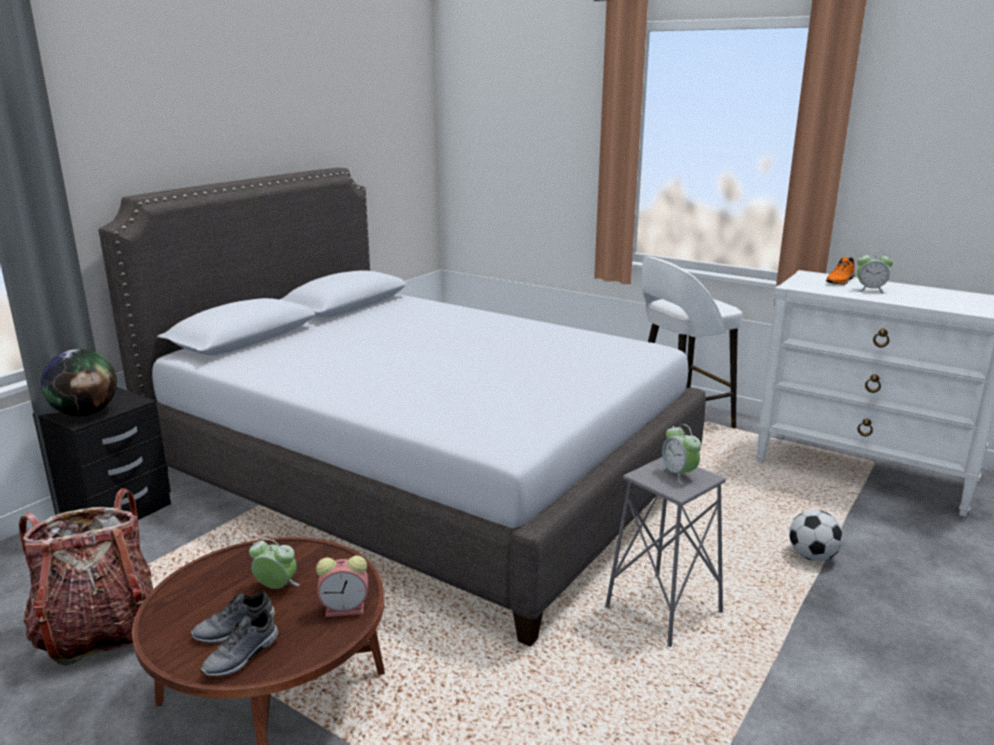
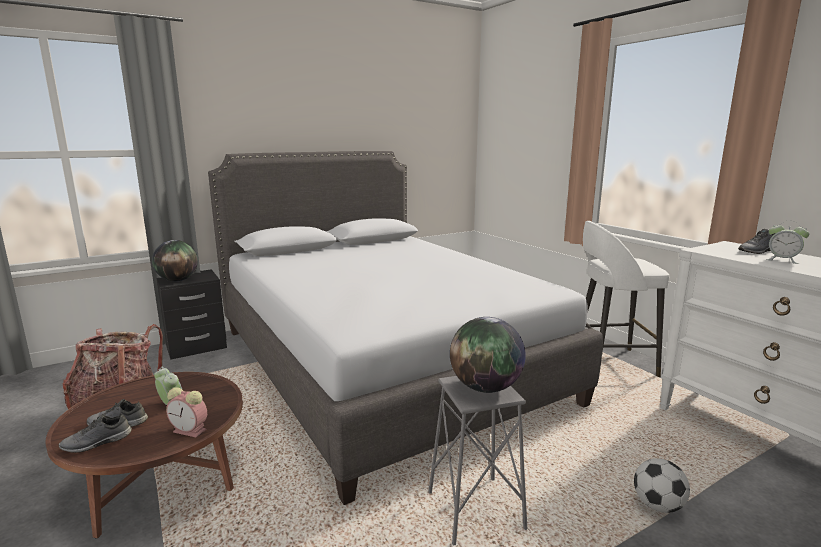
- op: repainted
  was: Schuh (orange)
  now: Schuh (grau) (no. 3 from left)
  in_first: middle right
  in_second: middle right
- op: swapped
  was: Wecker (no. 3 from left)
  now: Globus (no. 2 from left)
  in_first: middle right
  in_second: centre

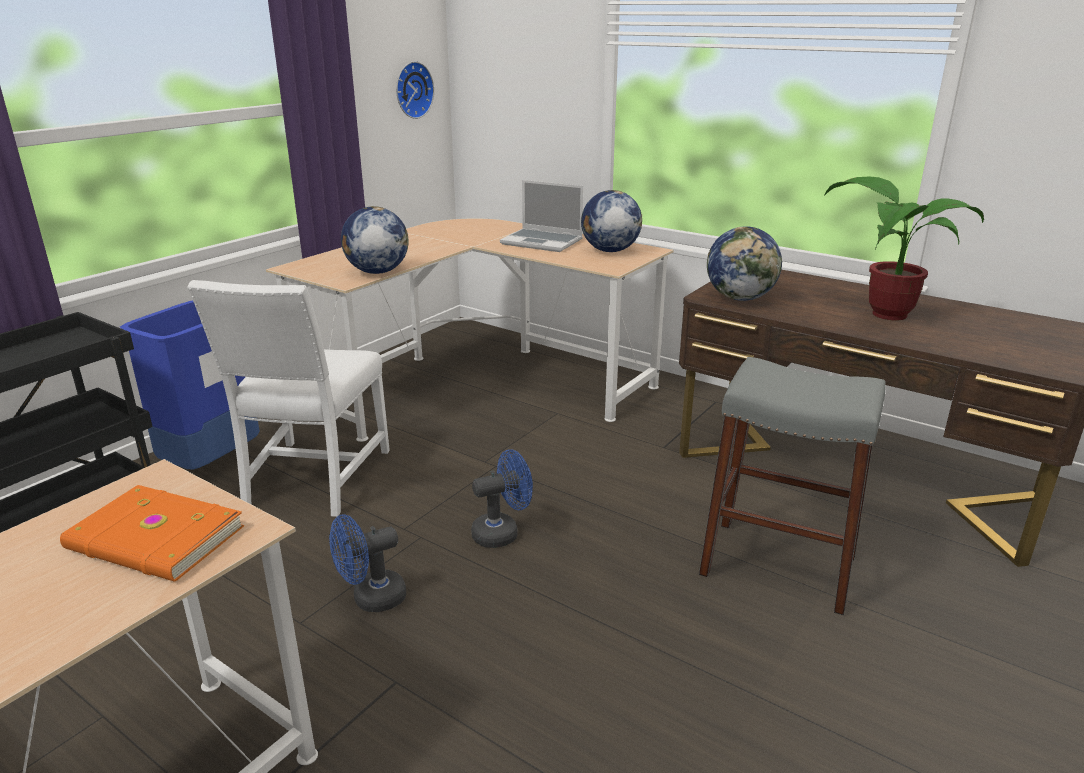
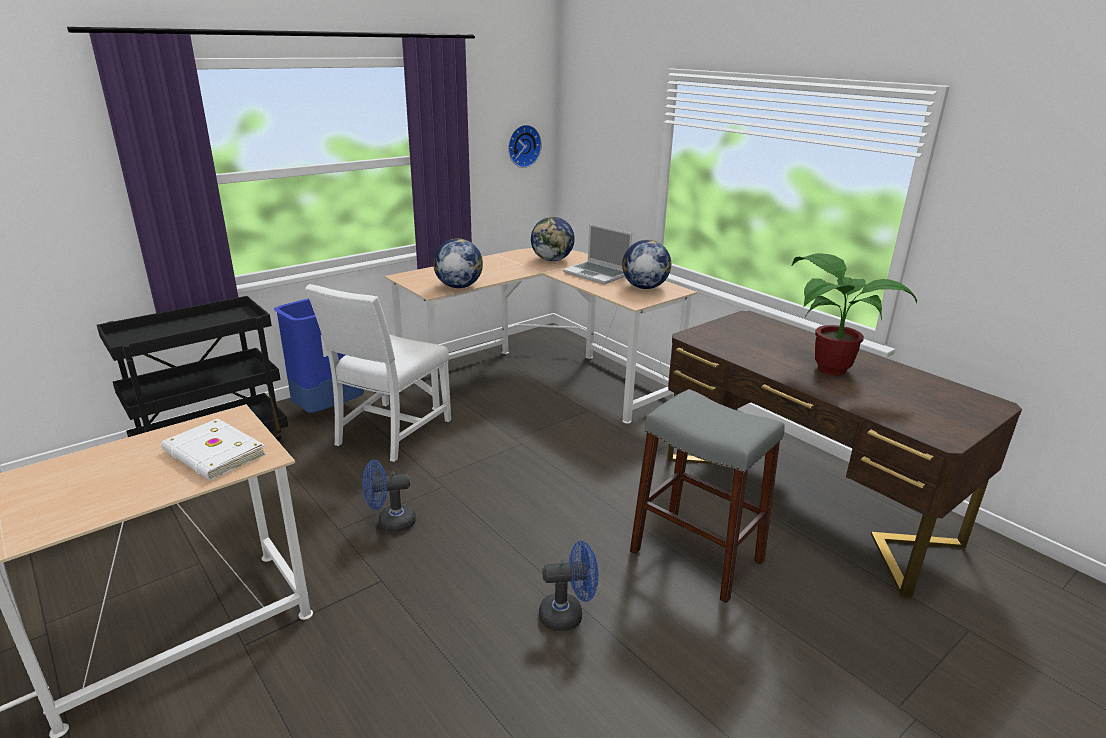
- op: shifted
  was: Globus (no. 3 from left in the first image)
  now: Globus (no. 2 from left)
  in_first: middle right
  in_second: top centre
- op: shifted
  was: Ventilator (blau) (no. 2 from left)
  in_first: centre
  in_second: bottom centre
- op: repainted
  was: Buch (orange)
  now: Buch (weiß)
  in_first: bottom left
  in_second: middle left

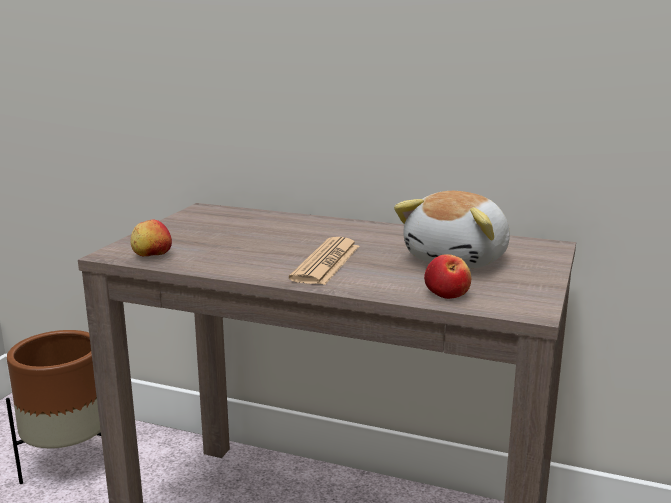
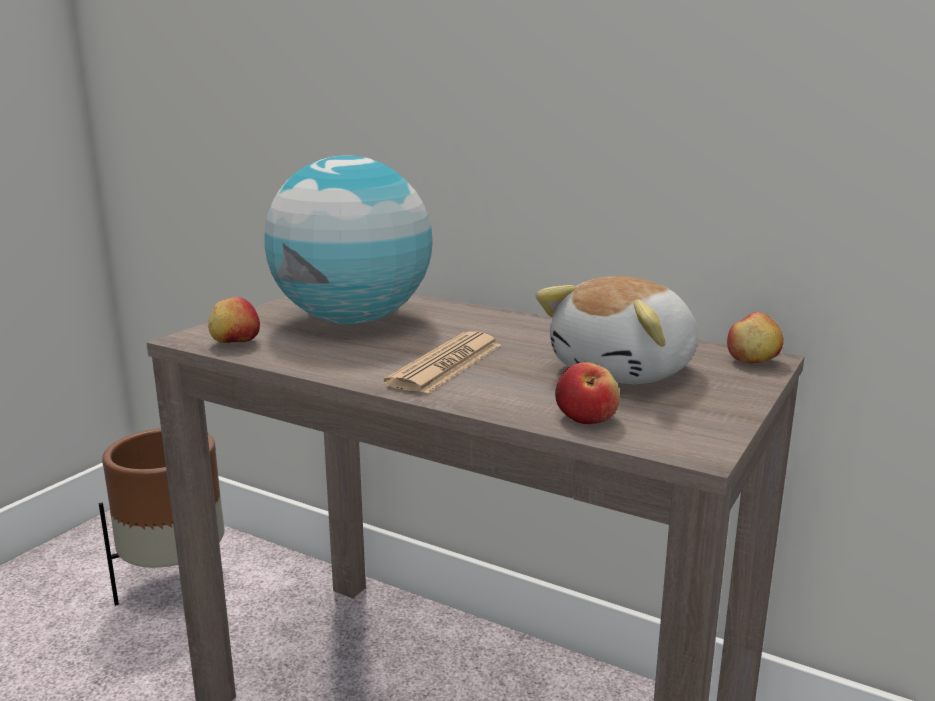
- op: new
  now: Globus
  in_second: centre
- op: new
  now: Apfel (no. 3 from left)
  in_second: middle right

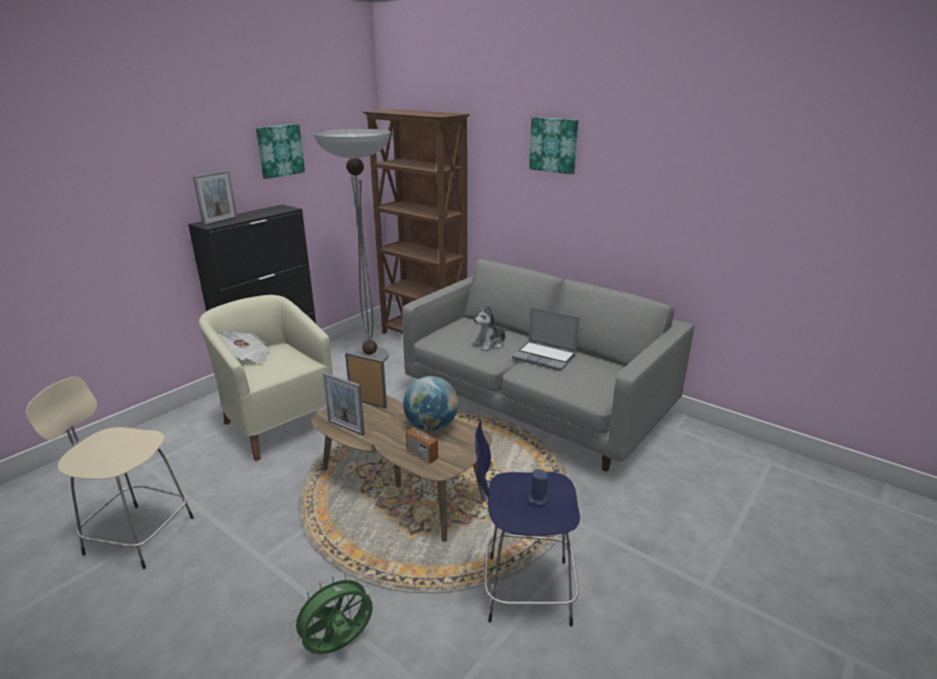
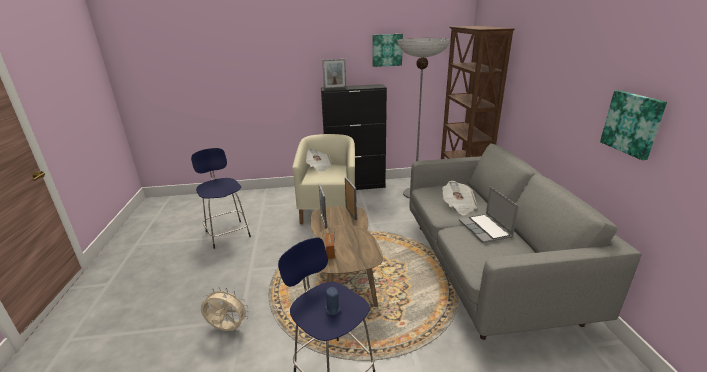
- op: shifted
  was: Bild (no. 2 from left)
  in_first: top centre
  in_second: middle right
- op: swapped
  was: Plüschtier
  now: Zeitung (no. 2 from left)
  in_first: centre
  in_second: centre
- op: gone
  was: Globus
  in_first: centre
- op: repainted
  was: Hocker (beige)
  now: Hocker (blau) (no. 1 from left)
  in_first: bottom left
  in_second: middle left
- op: repainted
  was: Ventilator (grün)
  now: Ventilator (beige)
  in_first: bottom centre
  in_second: bottom left

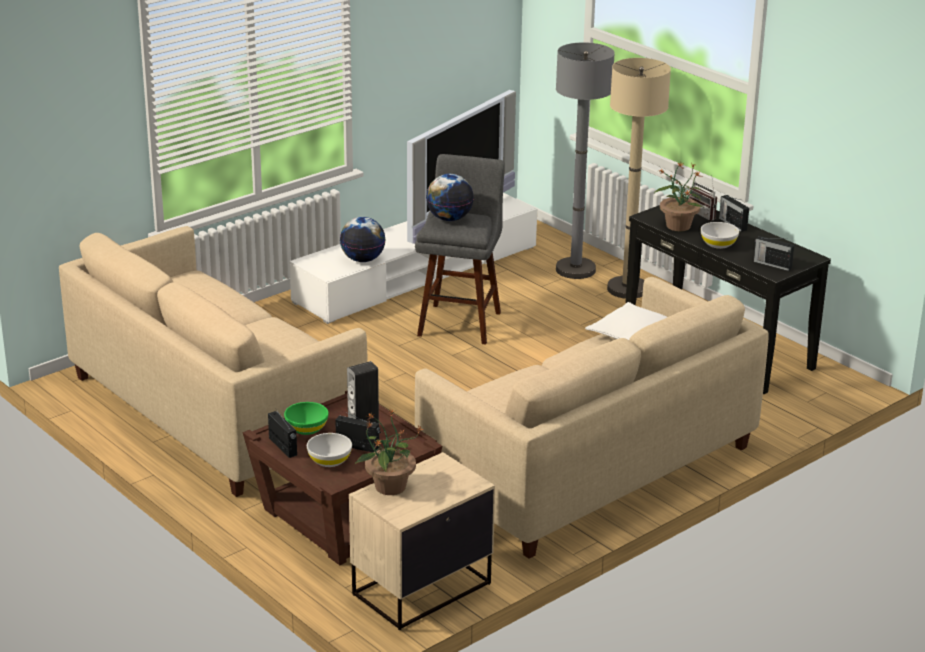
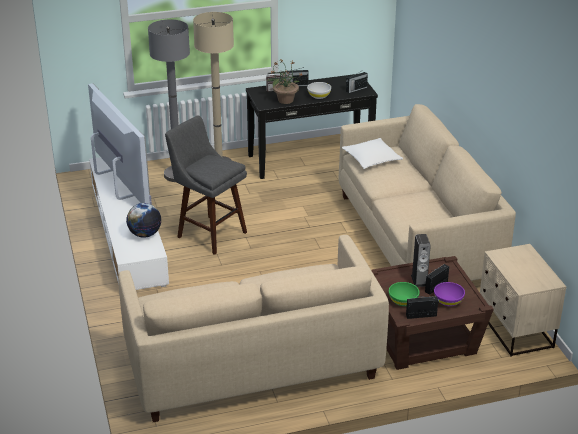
- op: gone
  was: Globus (no. 2 from left)
  in_first: top centre
- op: gone
  was: Topfpflanze (no. 1 from left)
  in_first: bottom centre
- op: repainted
  was: Schüssel (weiß) (no. 1 from left)
  now: Schüssel (lila)
  in_first: bottom centre
  in_second: bottom right

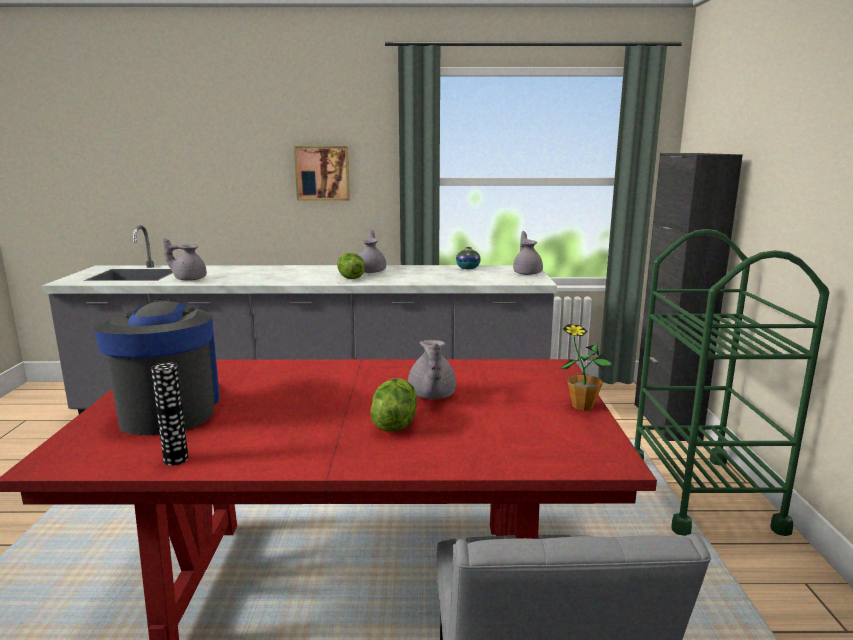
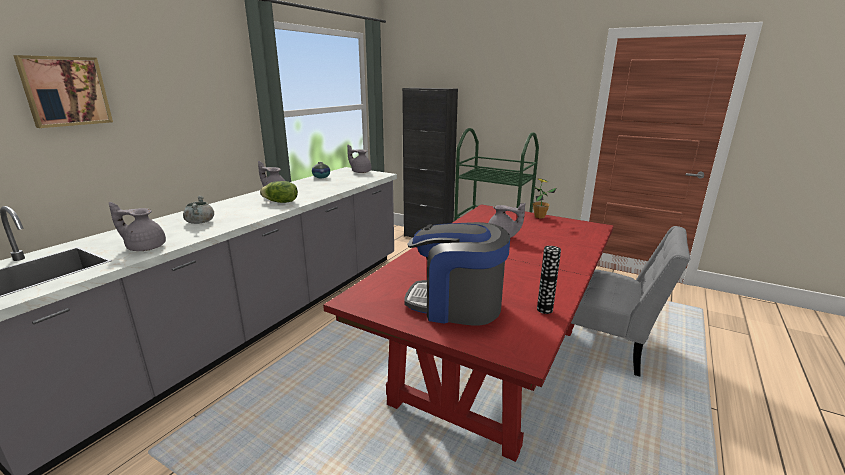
- op: shifted
  was: Bild
  in_first: top centre
  in_second: top left
- op: rotated
  was: Teekanne (grau) (no. 1 from left)
  in_first: middle left
  in_second: middle left
  clockwise: 60
- op: gone
  was: Salatkopf (no. 2 from left)
  in_first: centre
- op: new
  now: Kochtopf (grau)
  in_second: middle left

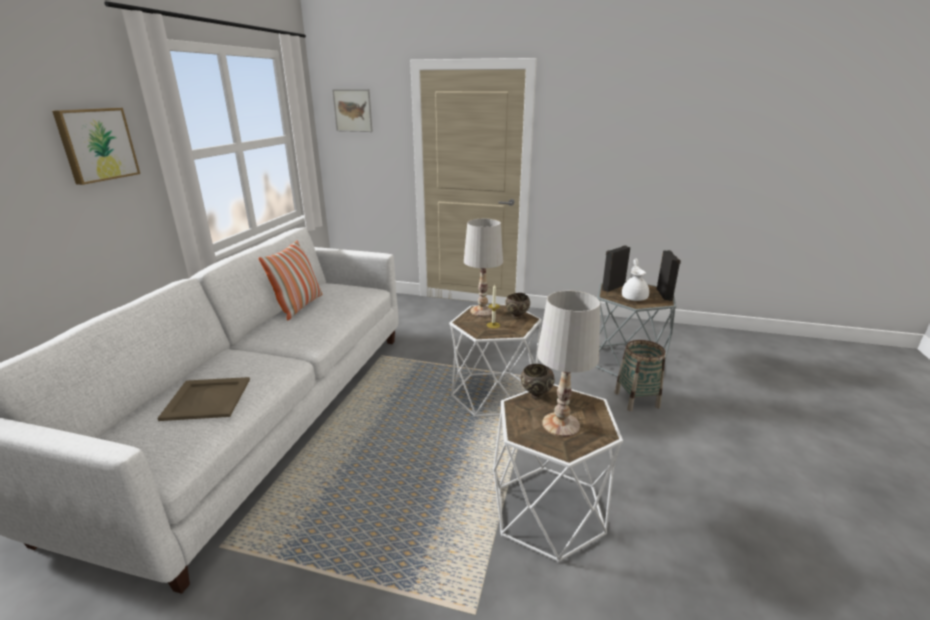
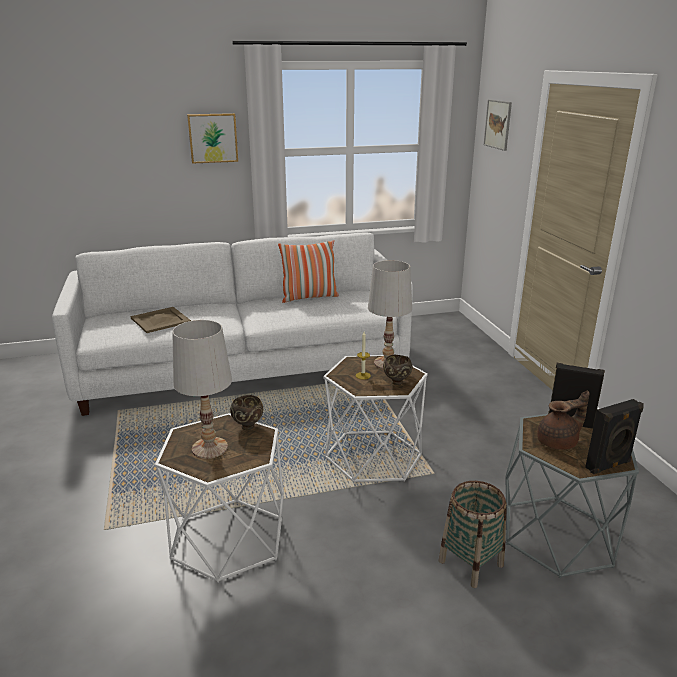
- op: repainted
  was: Teekanne (weiß)
  now: Teekanne (braun)
  in_first: middle right
  in_second: middle right

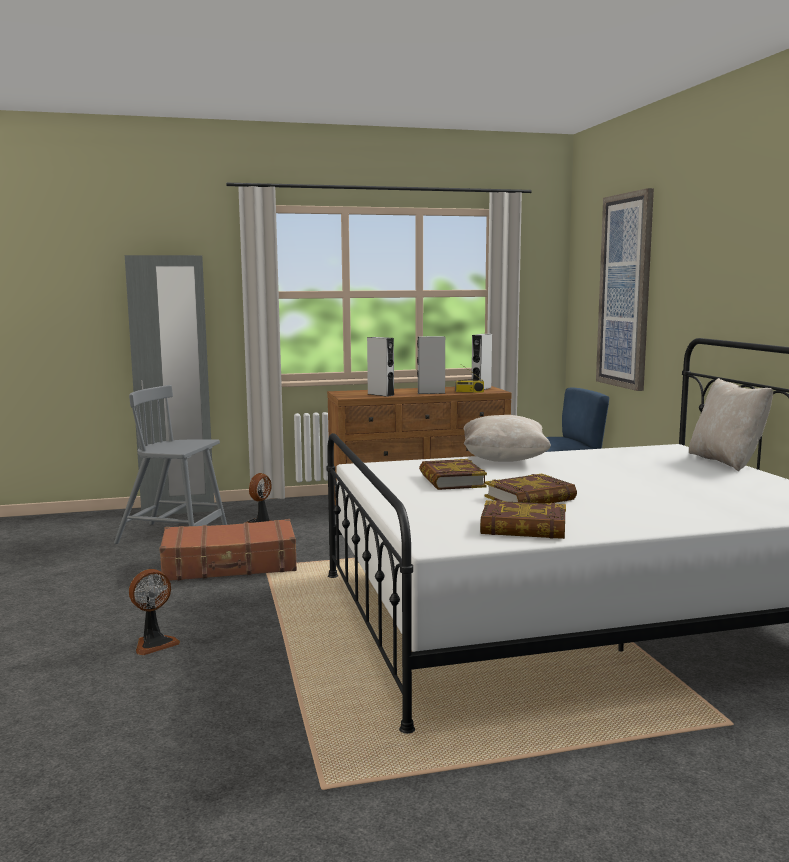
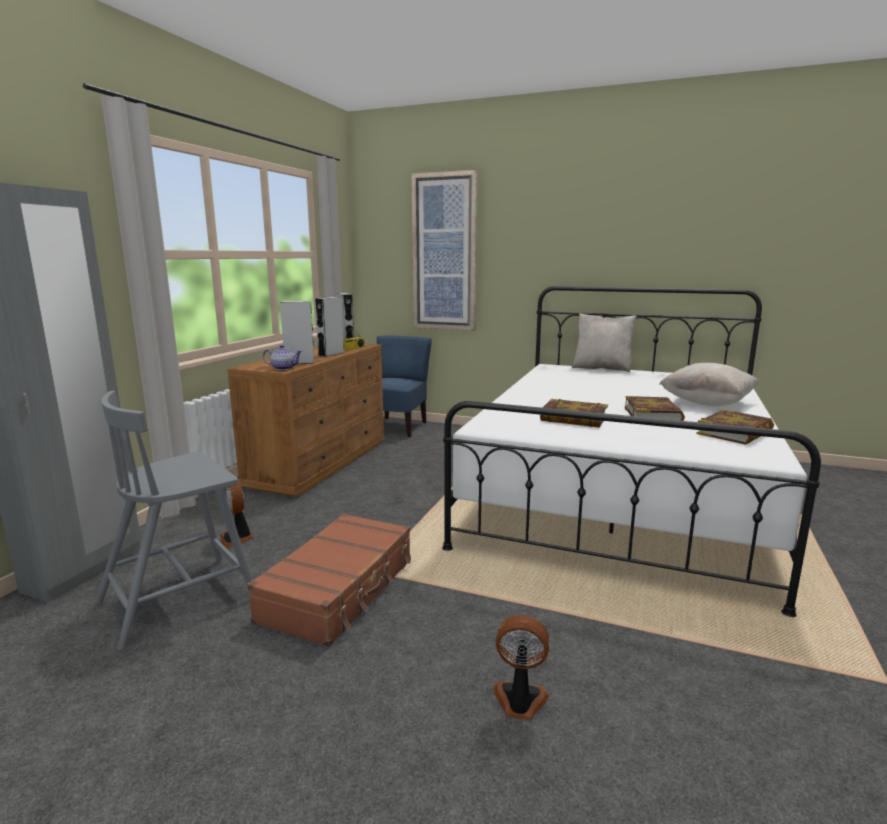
- op: shifted
  was: Kissen (beige) (no. 1 from left in the first image)
  now: Kissen (beige) (no. 2 from left)
  in_first: centre
  in_second: middle right
- op: rotated
  was: Ventilator (no. 1 from left in the first image)
  in_first: bottom left
  in_second: bottom centre
  clockwise: -75
- op: new
  now: Teekanne
  in_second: middle left

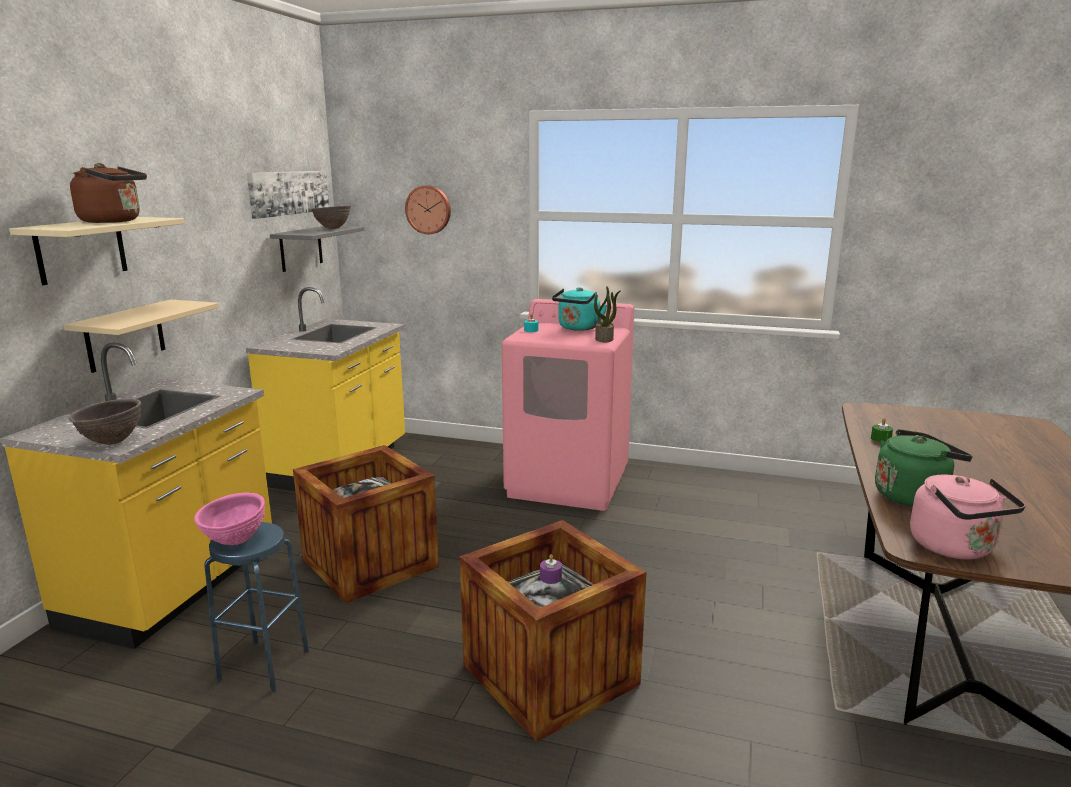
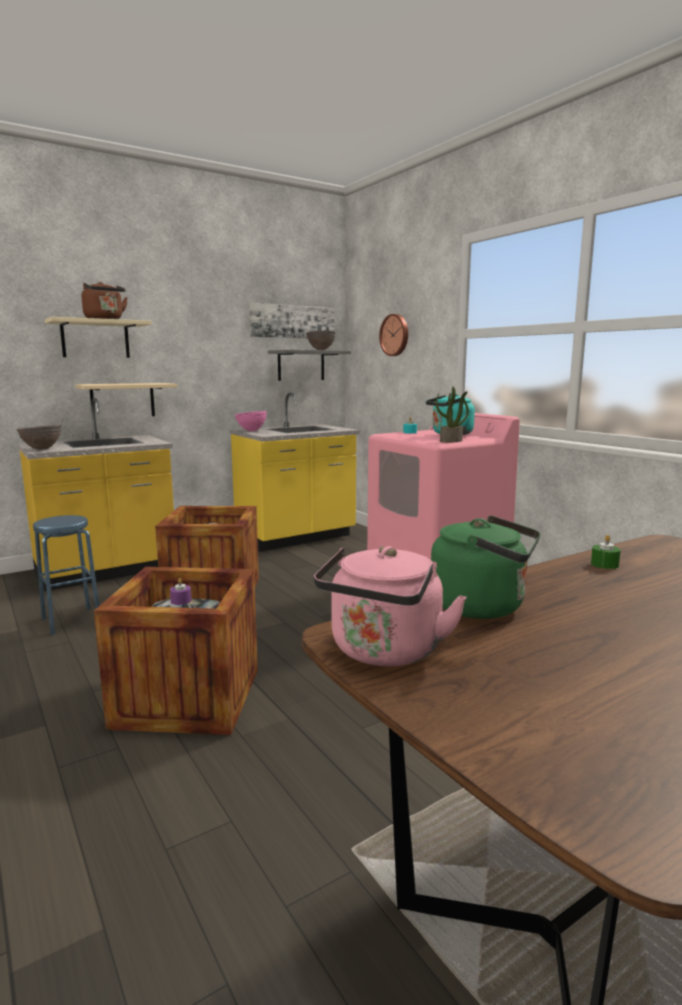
- op: shifted
  was: Schüssel (rosa)
  in_first: middle left
  in_second: centre

